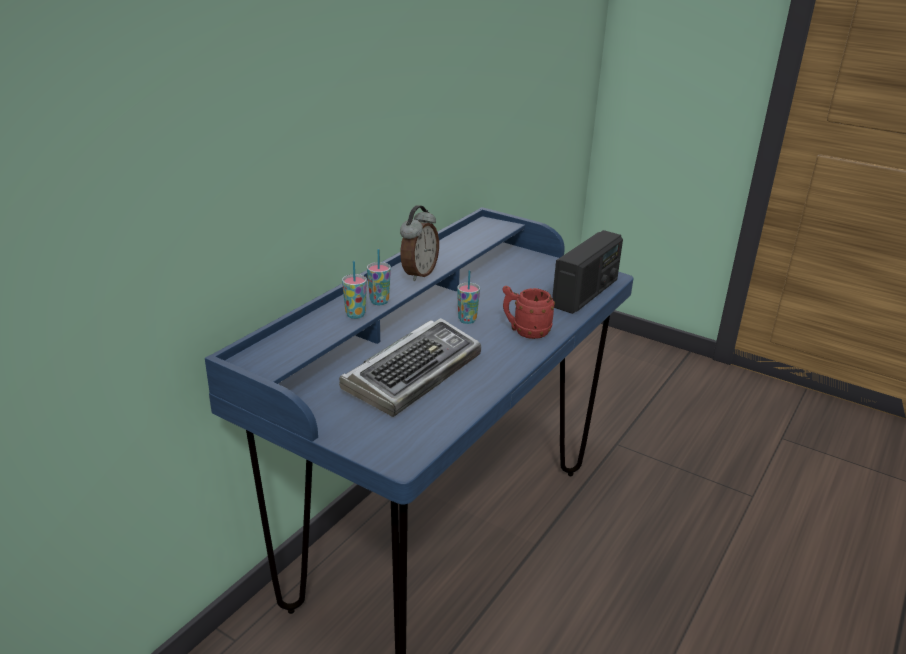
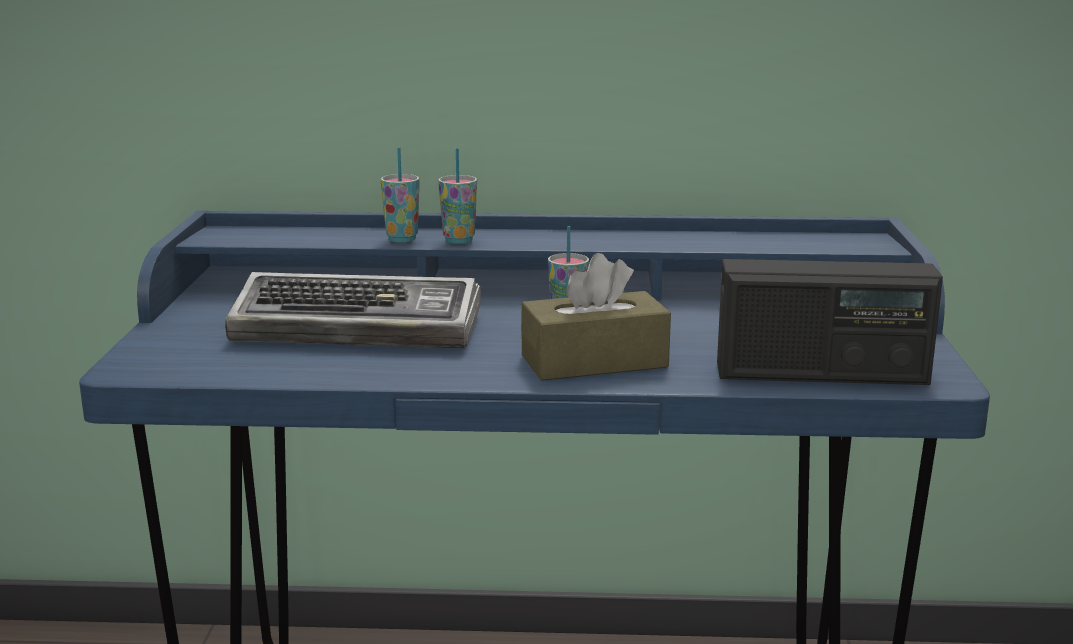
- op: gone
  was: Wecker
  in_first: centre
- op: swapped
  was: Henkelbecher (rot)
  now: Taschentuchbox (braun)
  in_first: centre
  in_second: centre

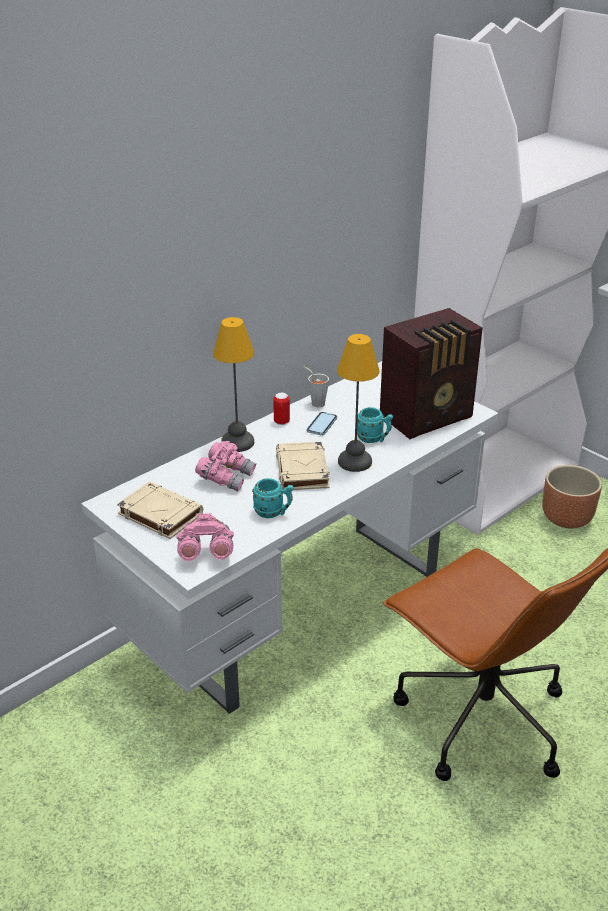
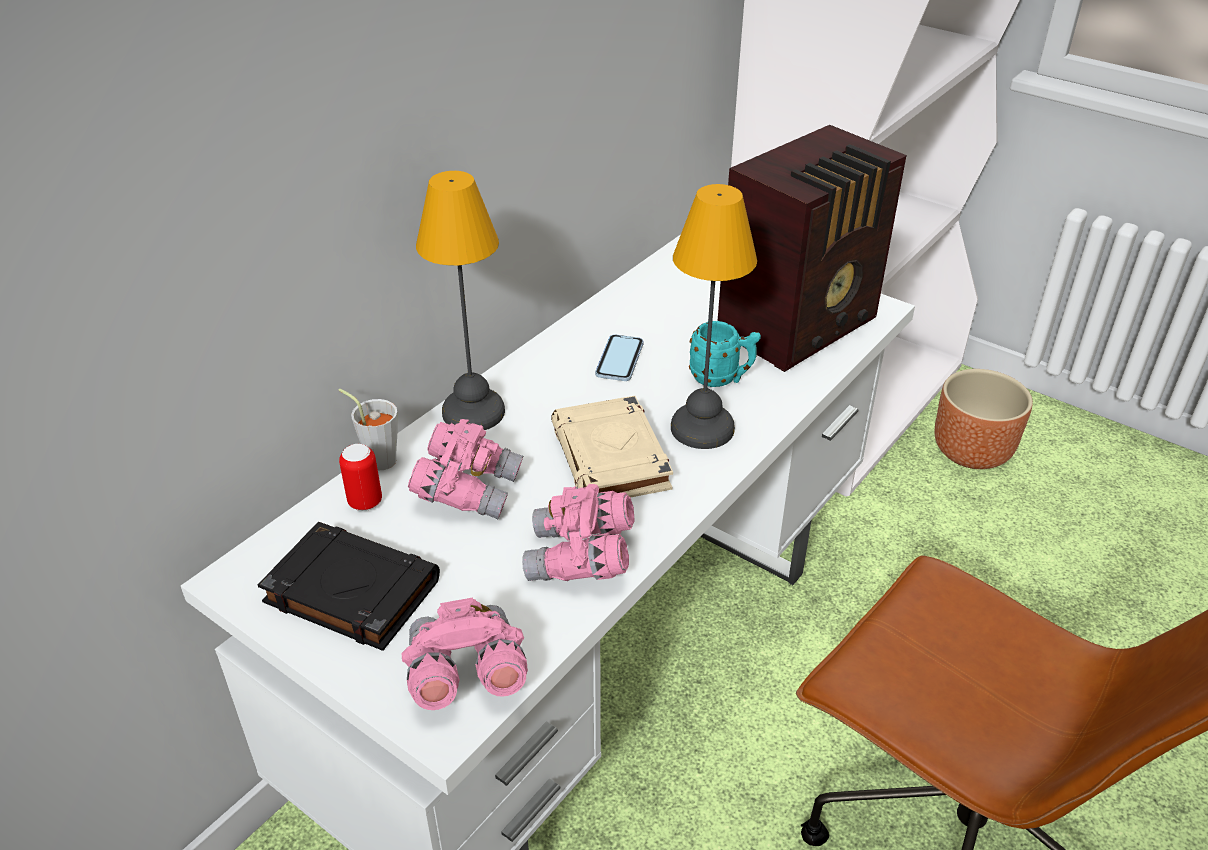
- op: shifted
  was: Tasse (grau)
  in_first: centre
  in_second: middle left
- op: shifted
  was: Dose
  in_first: centre
  in_second: middle left
- op: swapped
  was: Henkelbecher (türkis) (no. 1 from left)
  now: Fernglas (rosa) (no. 3 from left)
  in_first: centre
  in_second: centre
- op: repainted
  was: Buch (beige) (no. 1 from left)
  now: Buch (schwarz)
  in_first: middle left
  in_second: bottom left

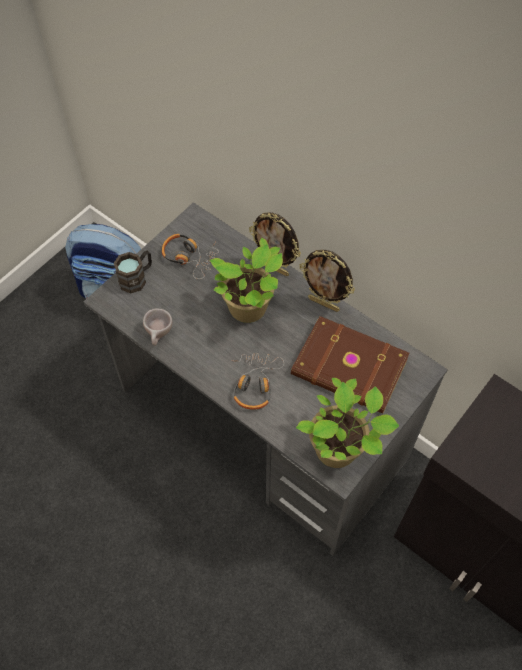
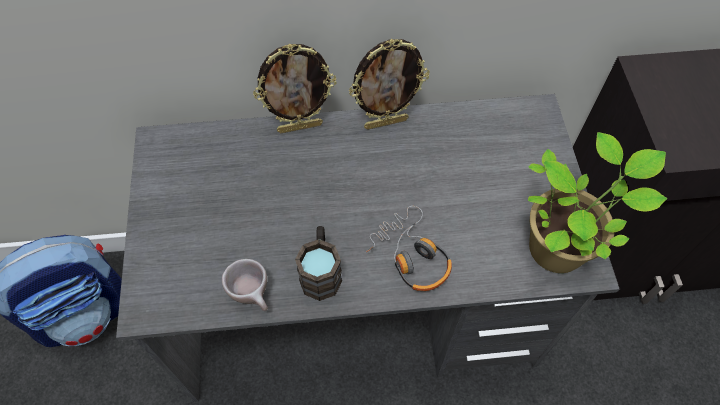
- op: gone
  was: Kopfhörer (no. 1 from left)
  in_first: centre
- op: gone
  was: Topfpflanze (no. 1 from left)
  in_first: centre
- op: shifted
  was: Henkelbecher (braun)
  in_first: middle left
  in_second: centre
- op: gone
  was: Buch (braun)
  in_first: middle right

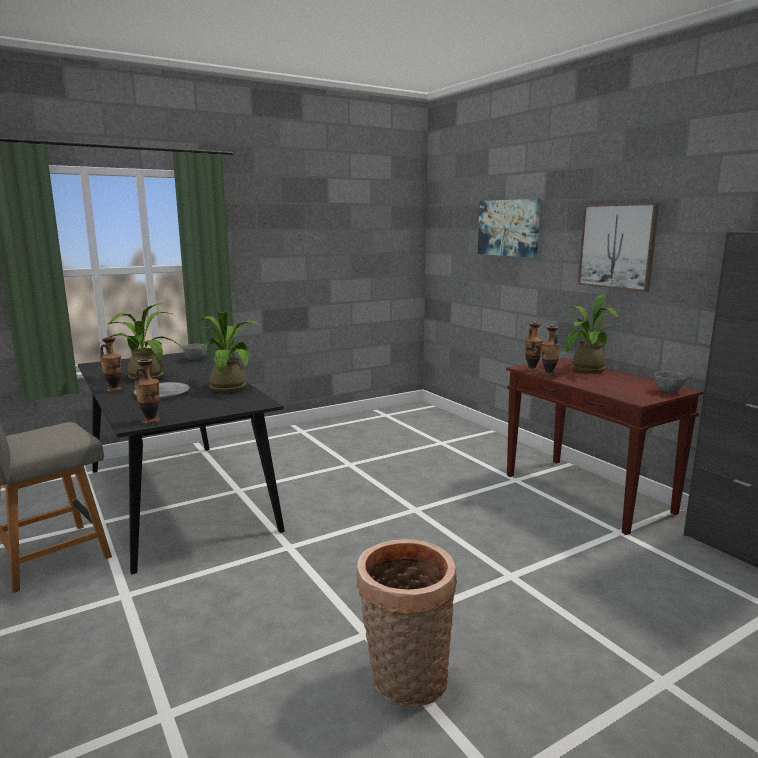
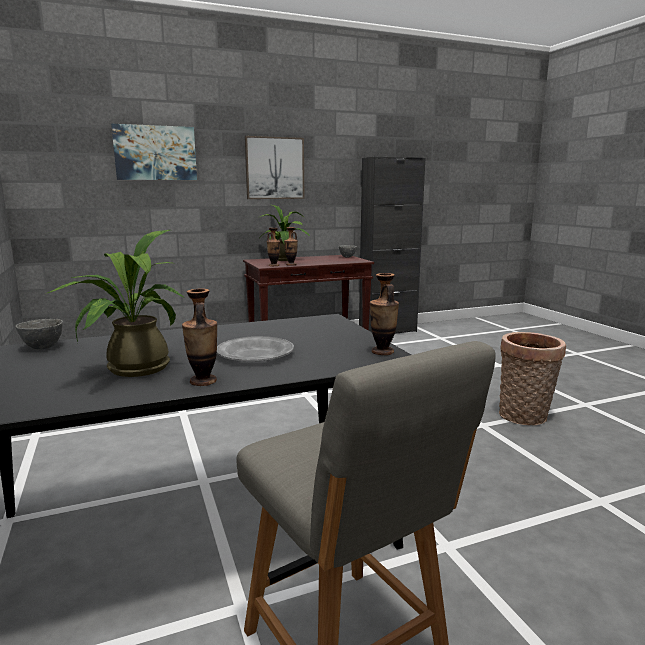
- op: gone
  was: Topfpflanze (no. 2 from left)
  in_first: middle left

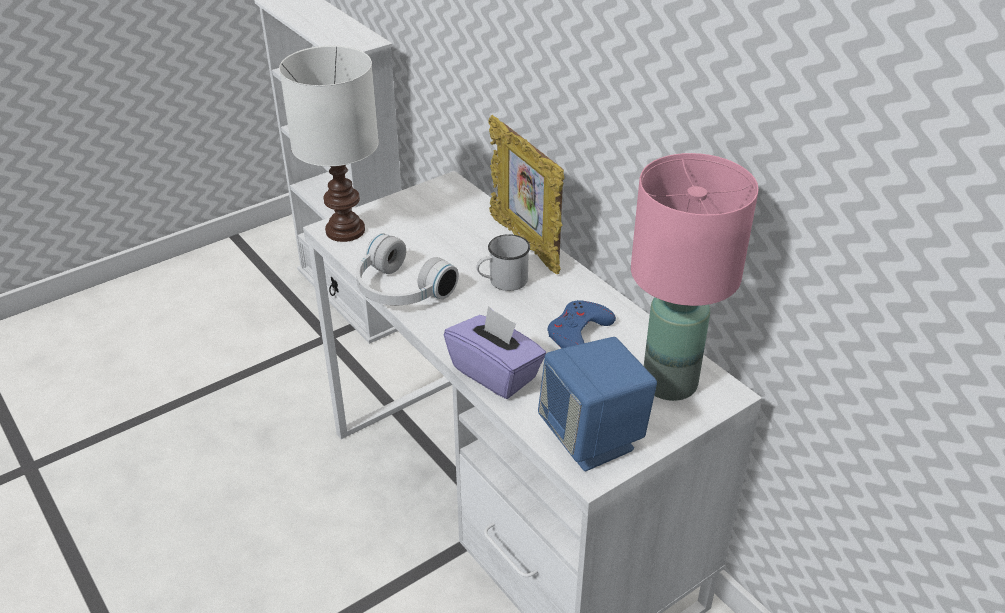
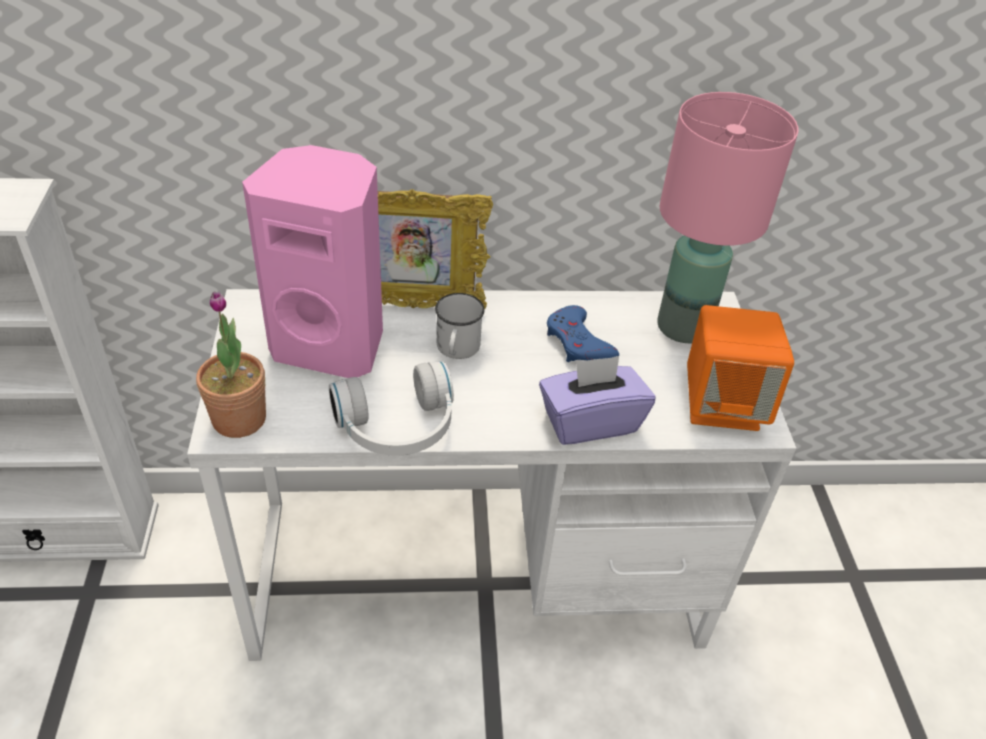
- op: swapped
  was: Tischlampe (weiß)
  now: Topfpflanze
  in_first: top left
  in_second: middle left
- op: repainted
  was: Lautsprecher (blau)
  now: Lautsprecher (orange)
  in_first: centre
  in_second: middle right
- op: new
  now: Lautsprecher (rosa)
  in_second: middle left

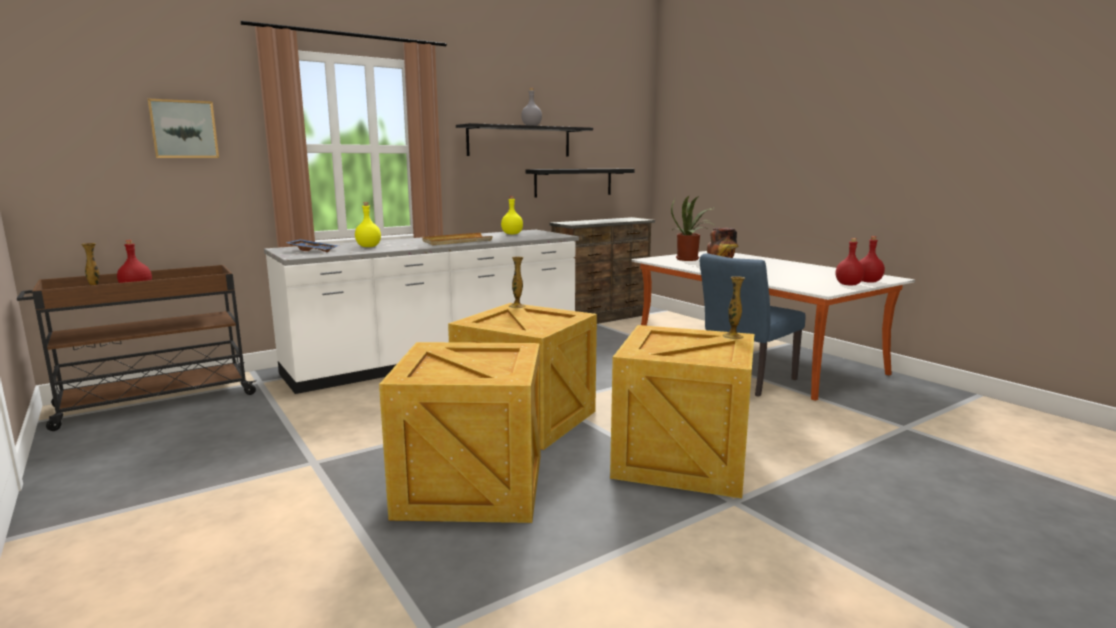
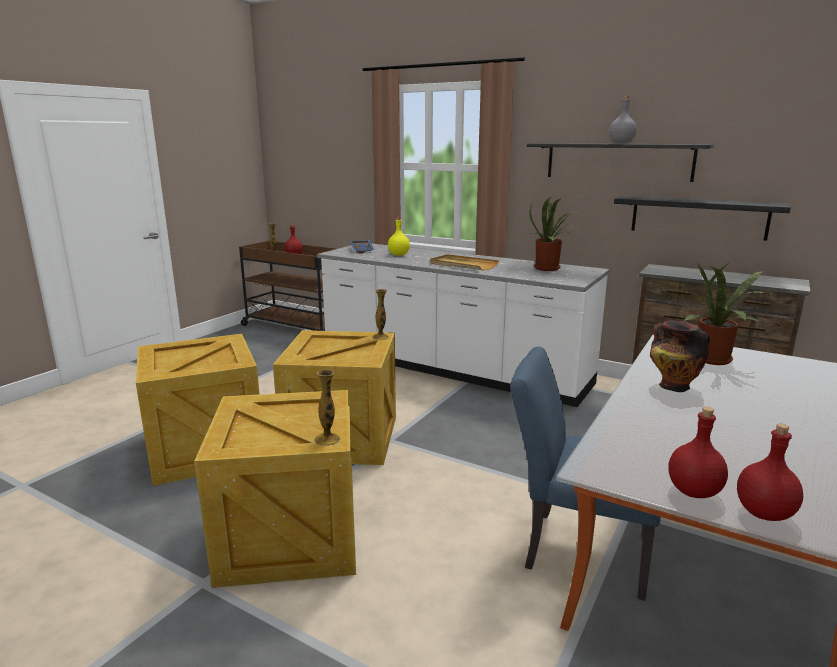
- op: gone
  was: Bild
  in_first: top left
- op: swapped
  was: Flasche (gelb) (no. 2 from left)
  now: Topfpflanze (no. 1 from left)
  in_first: centre
  in_second: centre

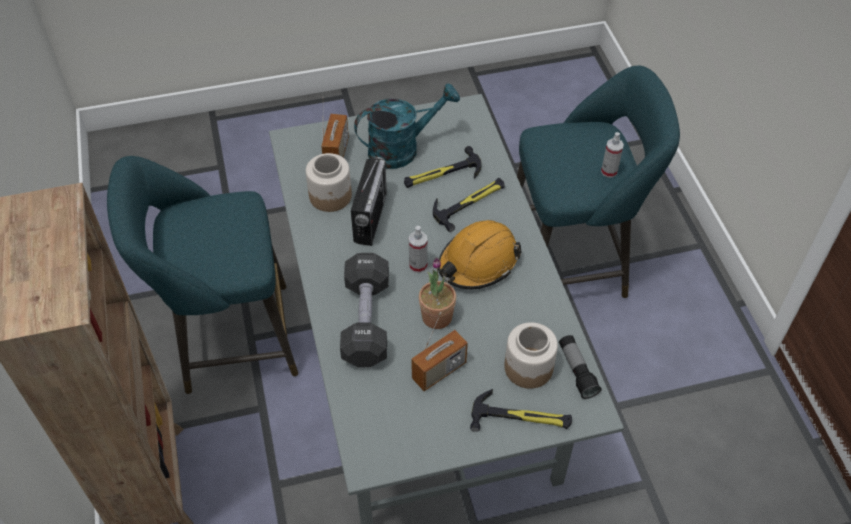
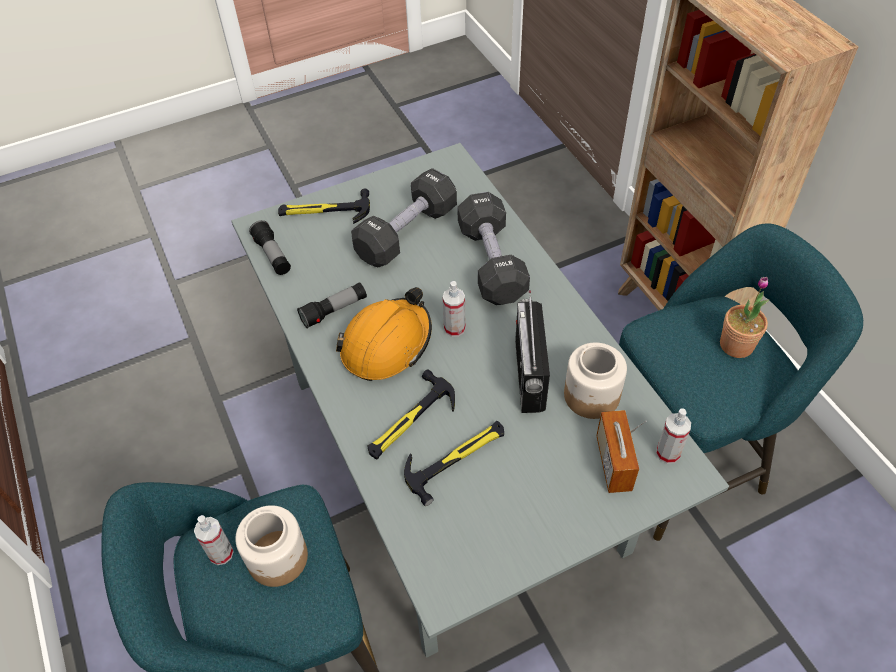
- op: gone
  was: Gießkanne (türkis)
  in_first: top centre
- op: shifted
  was: Topfpflanze
  in_first: centre
  in_second: middle right
- op: swapped
  was: Radio (no. 3 from left)
  now: Hantel (schwarz) (no. 1 from left)
  in_first: bottom centre
  in_second: top centre
- op: shifted
  was: Vorratsglas (no. 2 from left in the first image)
  now: Vorratsglas (no. 1 from left)
  in_first: bottom centre
  in_second: bottom left
- op: new
  now: Taschenlampe (no. 2 from left)
  in_second: centre
- op: new
  now: Sprühflasche (no. 3 from left)
  in_second: middle right

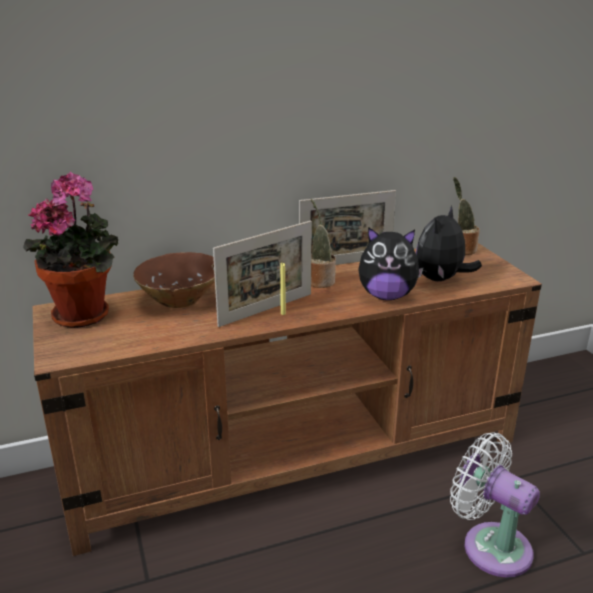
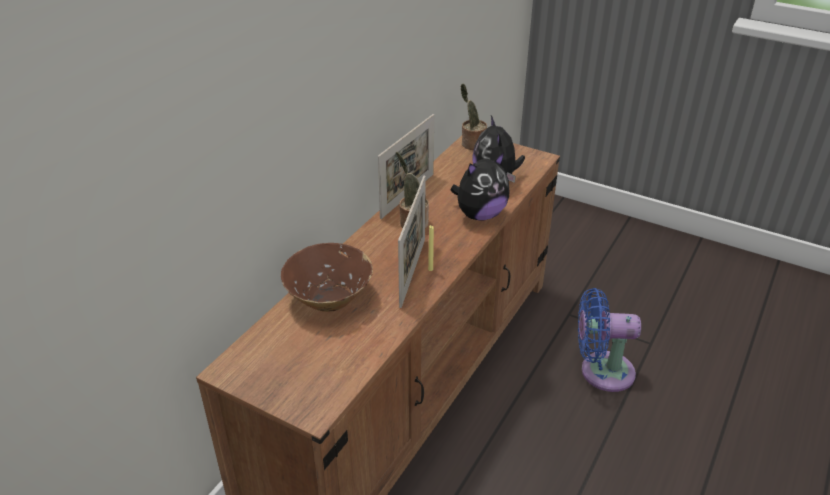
- op: gone
  was: Topfpflanze (no. 1 from left)
  in_first: middle left
- op: repainted
  was: Ventilator (weiß)
  now: Ventilator (blau)
  in_first: bottom right
  in_second: bottom right

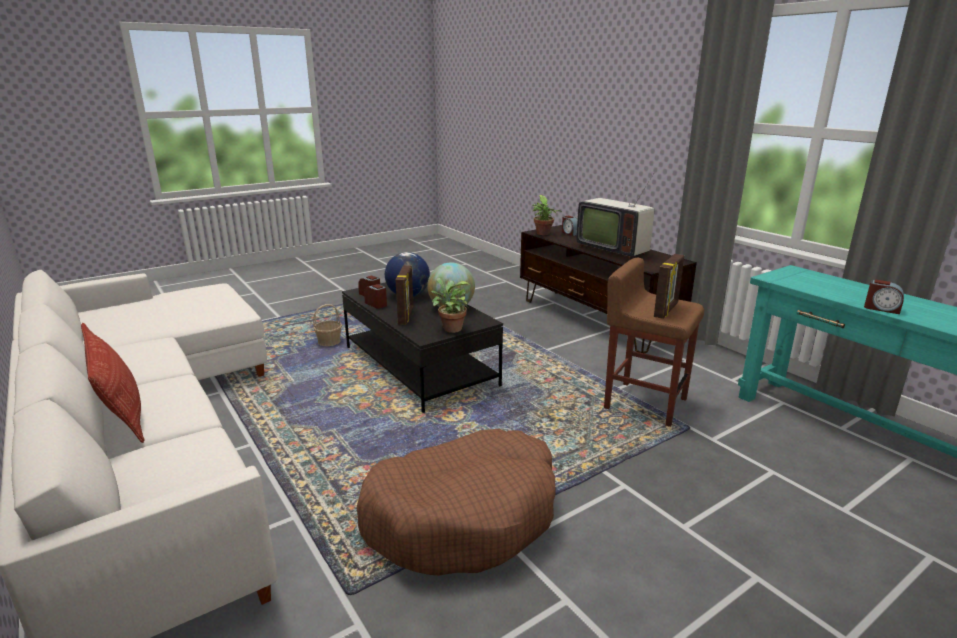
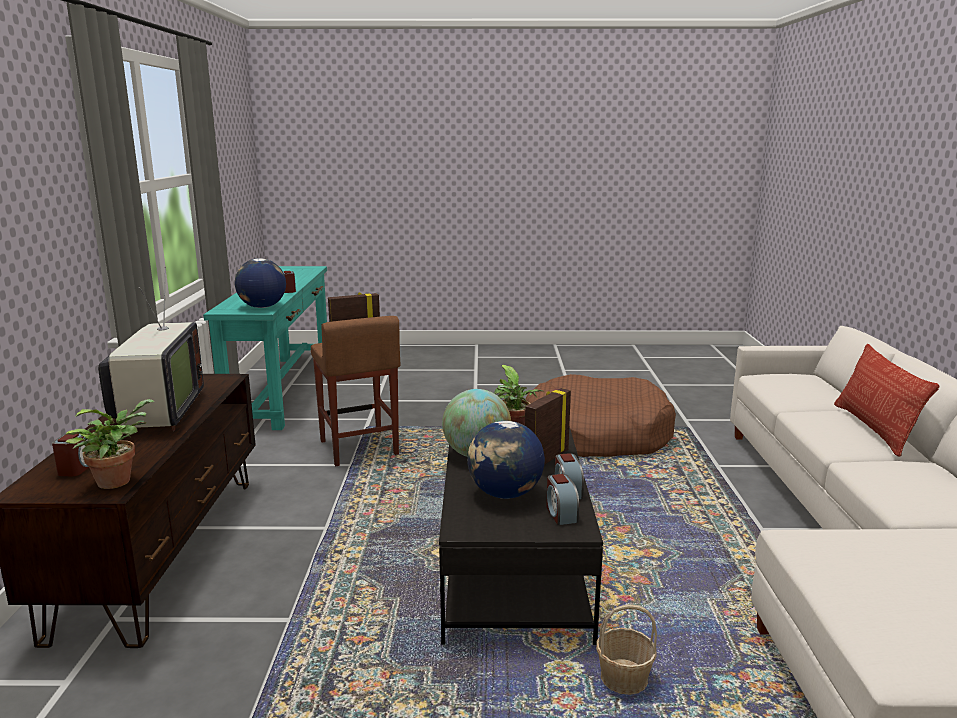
- op: new
  now: Globus (no. 1 from left)
  in_second: middle left

